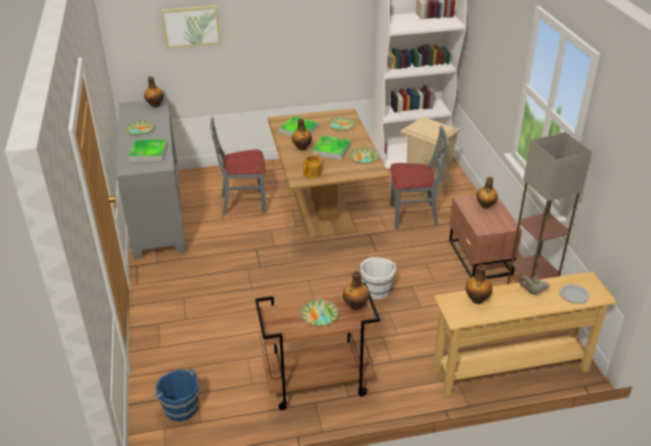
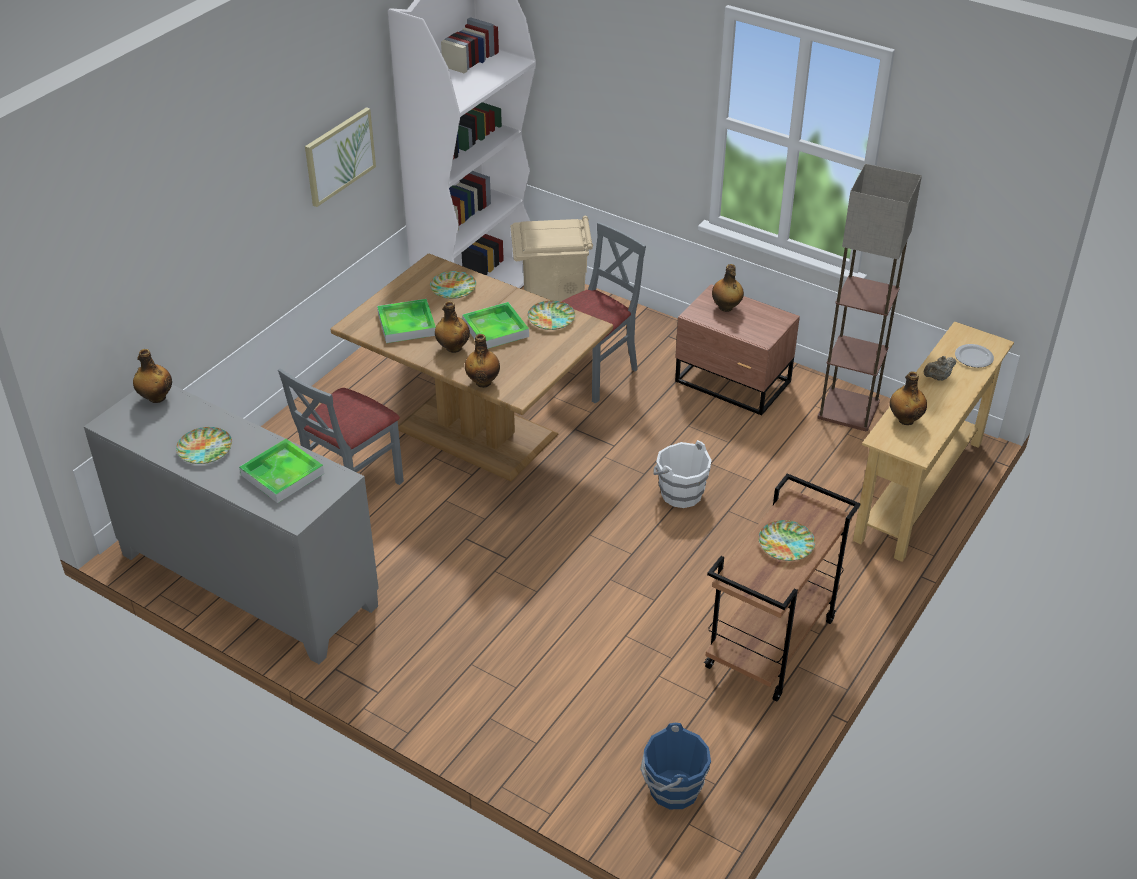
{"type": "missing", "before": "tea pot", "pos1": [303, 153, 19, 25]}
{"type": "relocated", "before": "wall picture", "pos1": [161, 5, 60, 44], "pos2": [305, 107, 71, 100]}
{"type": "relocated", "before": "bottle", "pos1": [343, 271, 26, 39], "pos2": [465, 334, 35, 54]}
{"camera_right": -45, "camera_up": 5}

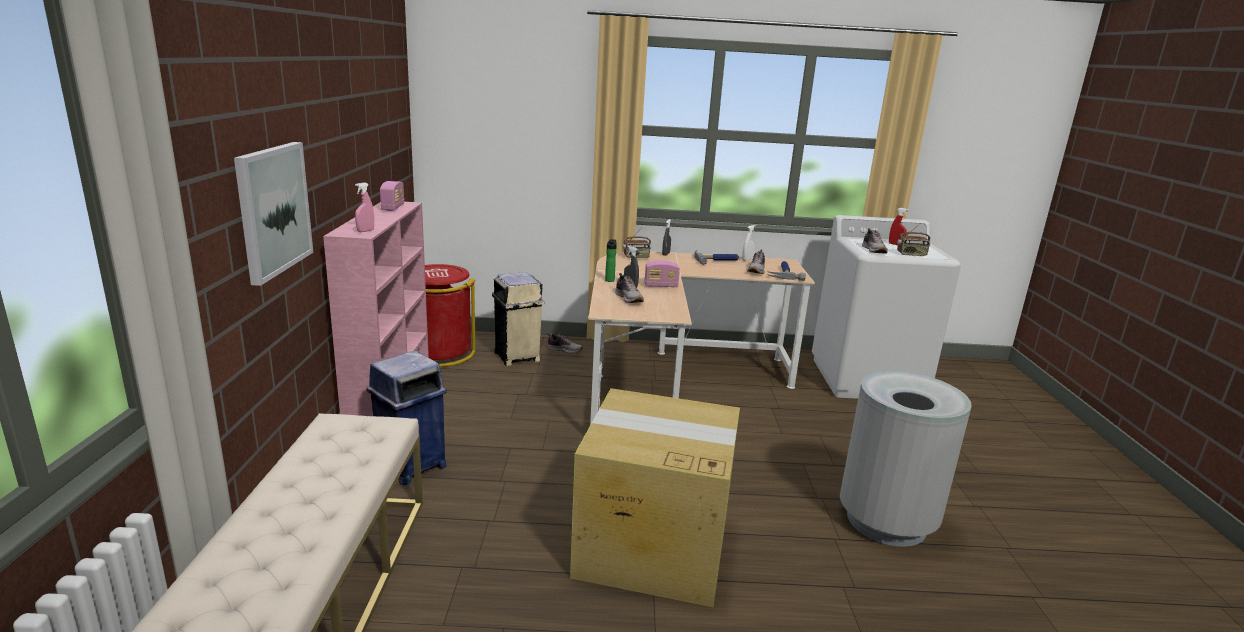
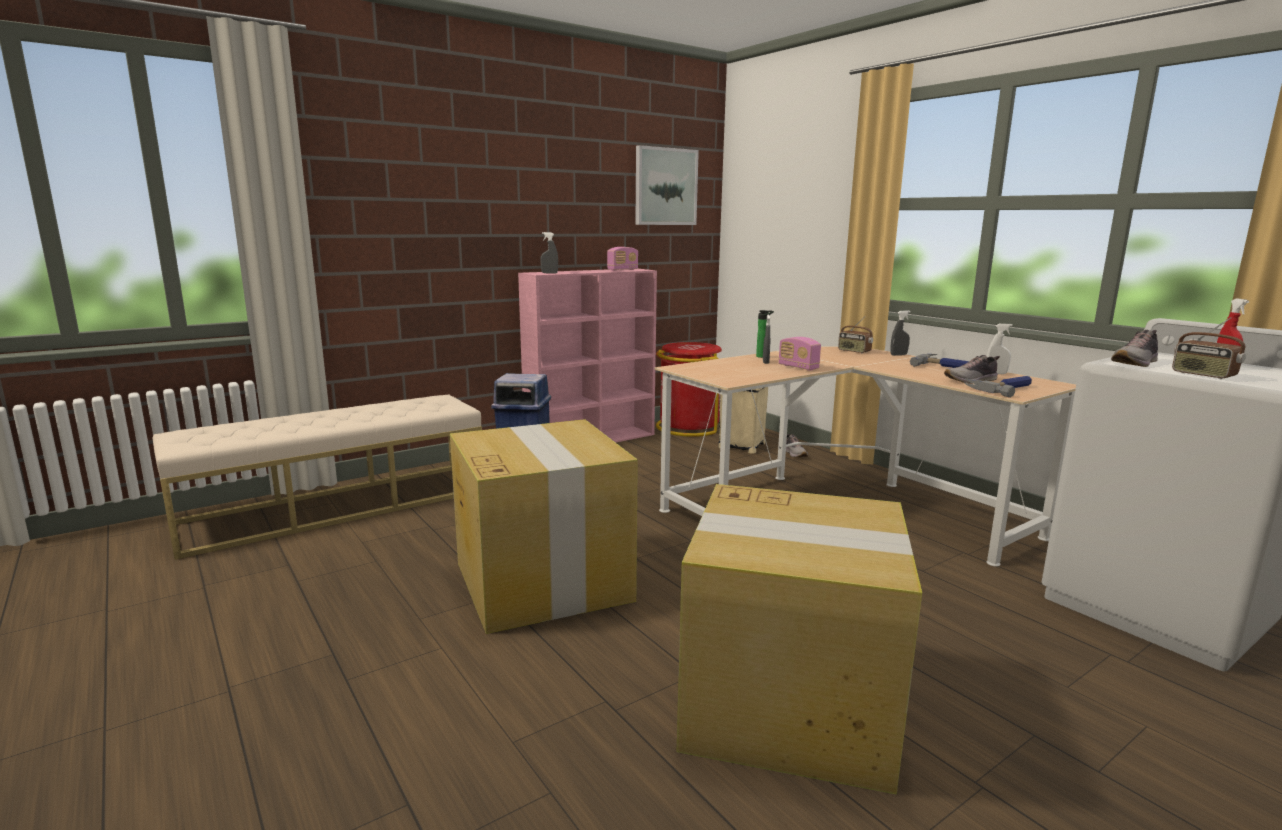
{"type": "missing", "before": "low shoe", "pos1": [615, 273, 29, 30]}
{"type": "relocated", "before": "wall picture", "pos1": [234, 142, 79, 144], "pos2": [635, 145, 64, 80]}
{"type": "exchanged", "before": "waste bin (greyish)", "after": "packing box", "pos1": [840, 371, 132, 176], "pos2": [677, 484, 245, 311]}
{"type": "colour", "before": "spray bottle (pink-coloured)", "after": "spray bottle (greyish)", "pos1": [355, 182, 19, 50], "pos2": [540, 232, 18, 41]}
{"camera_right": 55, "camera_up": -5}

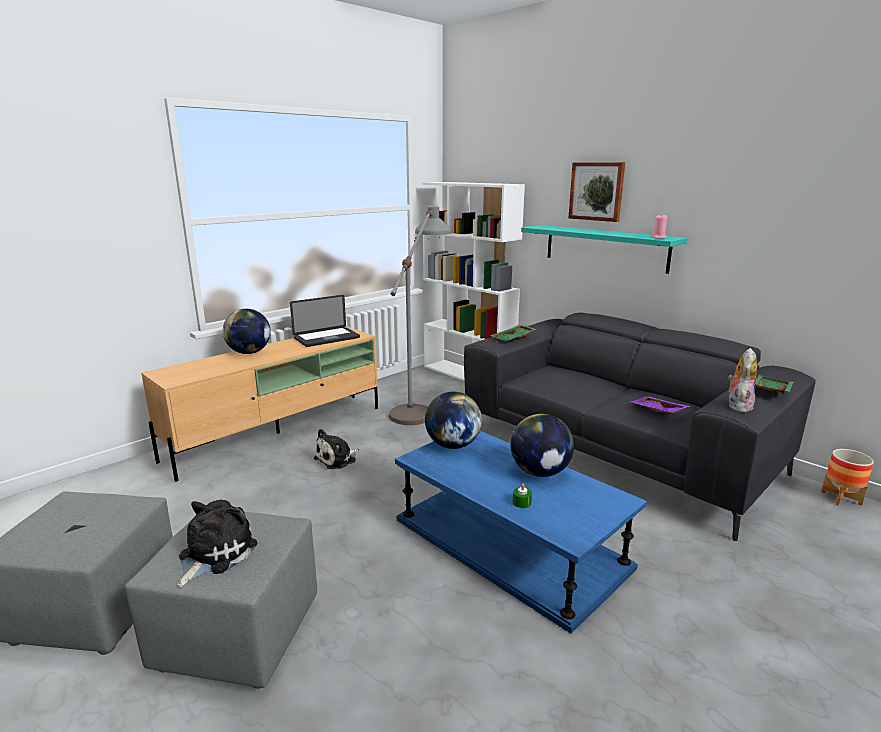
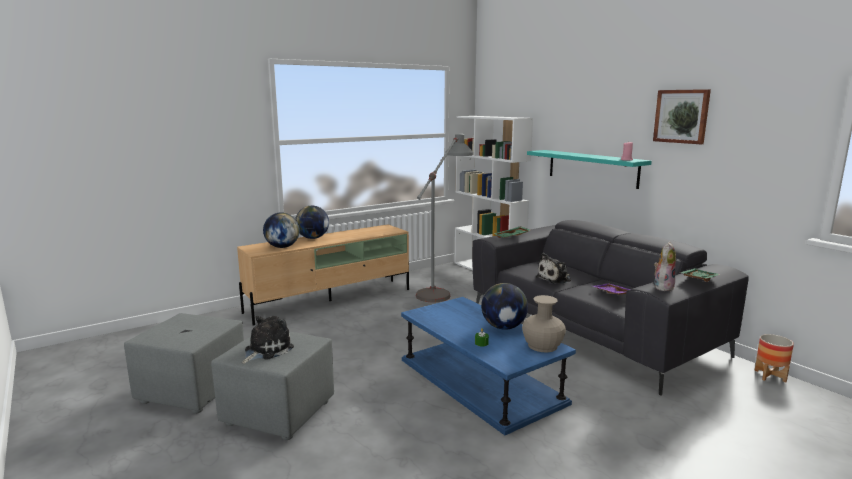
{"type": "missing", "before": "portable computer", "pos1": [290, 295, 70, 52]}
{"type": "appeared", "after": "decorative vase (beige-coloured)", "pos2": [522, 295, 44, 57]}
{"type": "relocated", "before": "cuddly toy", "pos1": [314, 429, 45, 40], "pos2": [536, 253, 35, 31]}
{"type": "relocated", "before": "globe", "pos1": [425, 392, 57, 57], "pos2": [263, 212, 37, 36]}
{"type": "relocated", "before": "wall picture", "pos1": [568, 162, 57, 60], "pos2": [653, 89, 58, 55]}
{"camera_right": 10, "camera_up": -5}

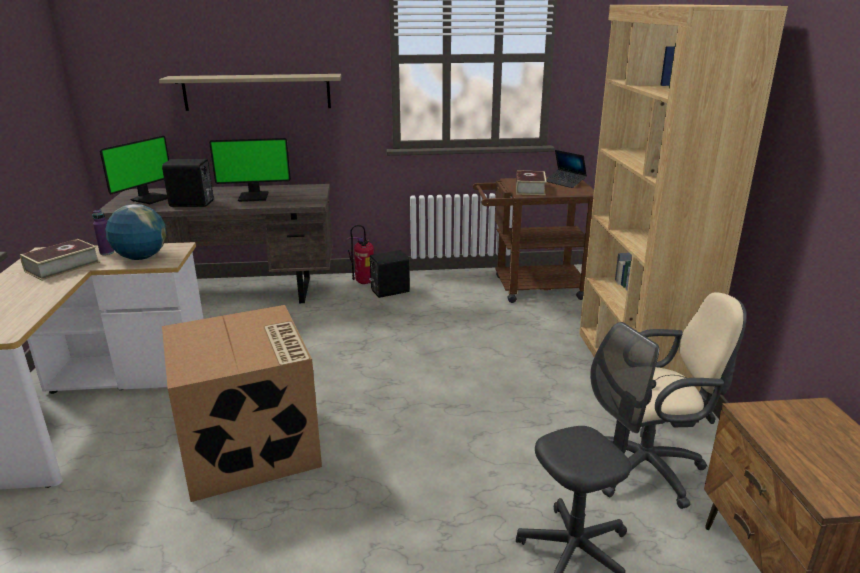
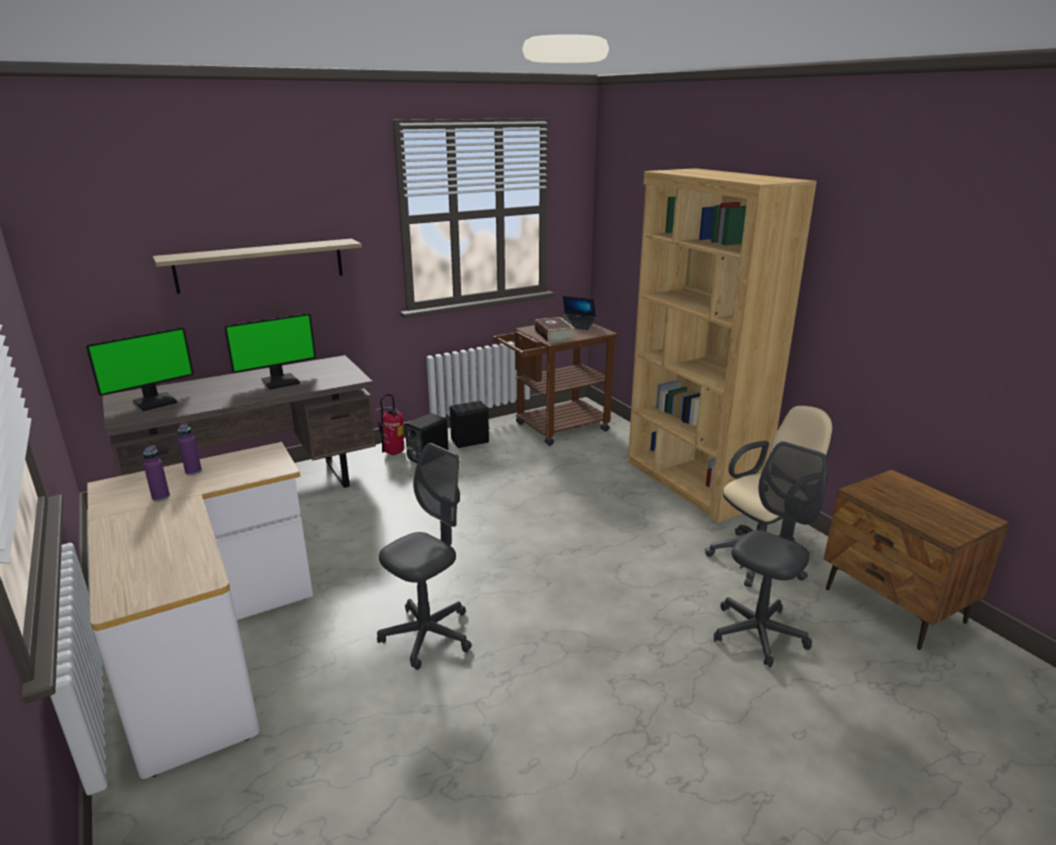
{"type": "missing", "before": "globe", "pos1": [105, 204, 61, 56]}
{"type": "relocated", "before": "loudspeaker (black-coloured)", "pos1": [162, 159, 52, 48], "pos2": [450, 401, 40, 47]}
{"type": "exchanged", "before": "book", "after": "bottle (purple)", "pos1": [20, 239, 80, 42], "pos2": [143, 445, 27, 56]}
{"type": "exchanged", "before": "packing box", "after": "desk chair (greyish)", "pos1": [162, 305, 160, 197], "pos2": [377, 443, 95, 227]}
{"type": "spun", "before": "computer display", "pos1": [100, 135, 69, 69], "pos2": [86, 327, 108, 84], "turn": 45}
{"camera_right": -25, "camera_up": 0}

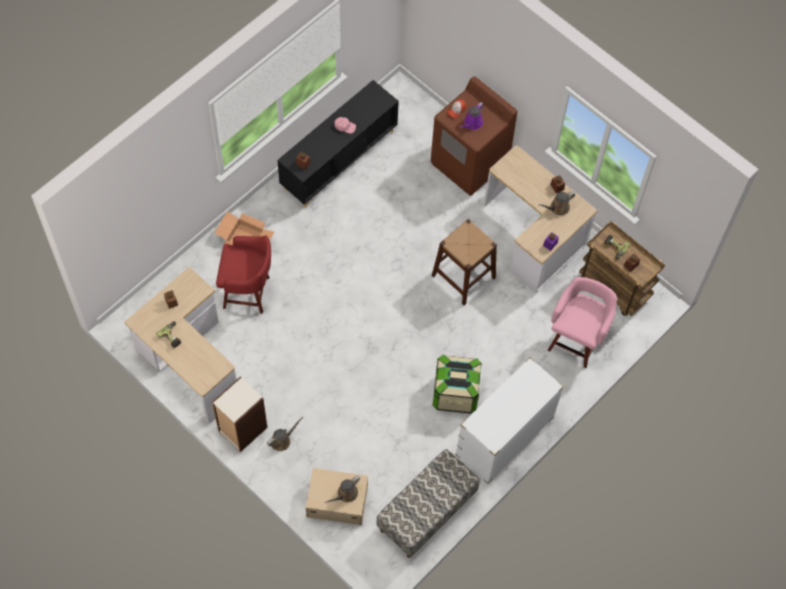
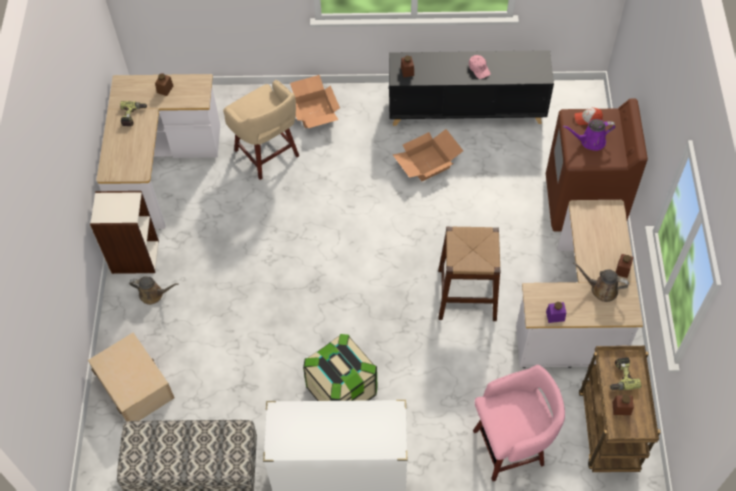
{"type": "missing", "before": "watering pot (brown)", "pos1": [324, 476, 36, 27]}
{"type": "appeared", "after": "packing box", "pos2": [393, 129, 70, 52]}
{"type": "colour", "before": "stool (red-coloured)", "after": "stool (beige-coloured)", "pos1": [216, 235, 55, 79], "pos2": [223, 80, 76, 100]}
{"camera_right": 50, "camera_up": -5}

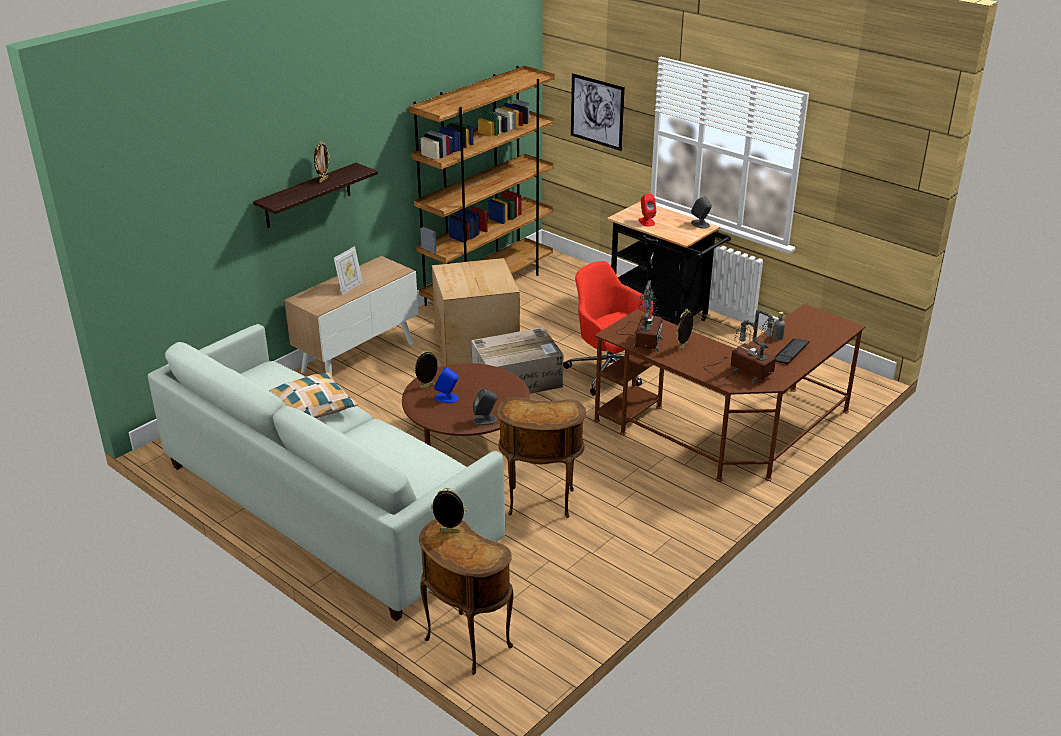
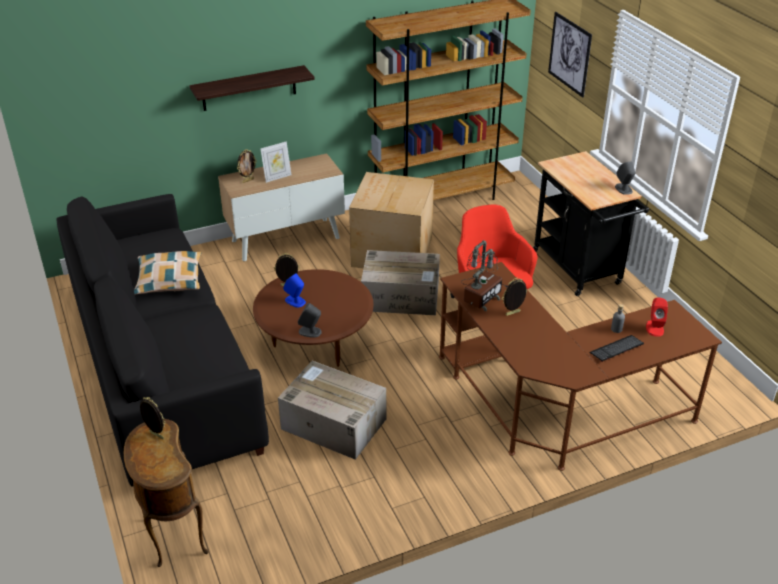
{"type": "missing", "before": "lamp for a table", "pos1": [703, 309, 74, 74]}
{"type": "relocated", "before": "picture frame", "pos1": [314, 141, 16, 42], "pos2": [237, 149, 20, 34]}
{"type": "relocated", "before": "loudspeaker (red-coloured)", "pos1": [639, 193, 17, 33], "pos2": [646, 297, 22, 40]}
{"type": "exchanged", "before": "end table (brown)", "after": "packing box", "pos1": [497, 397, 89, 121], "pos2": [278, 361, 108, 99]}
{"type": "colour", "before": "settee (white)", "after": "settee (black-coloured)", "pos1": [148, 324, 357, 297], "pos2": [57, 194, 212, 293]}
{"camera_right": 25, "camera_up": 5}

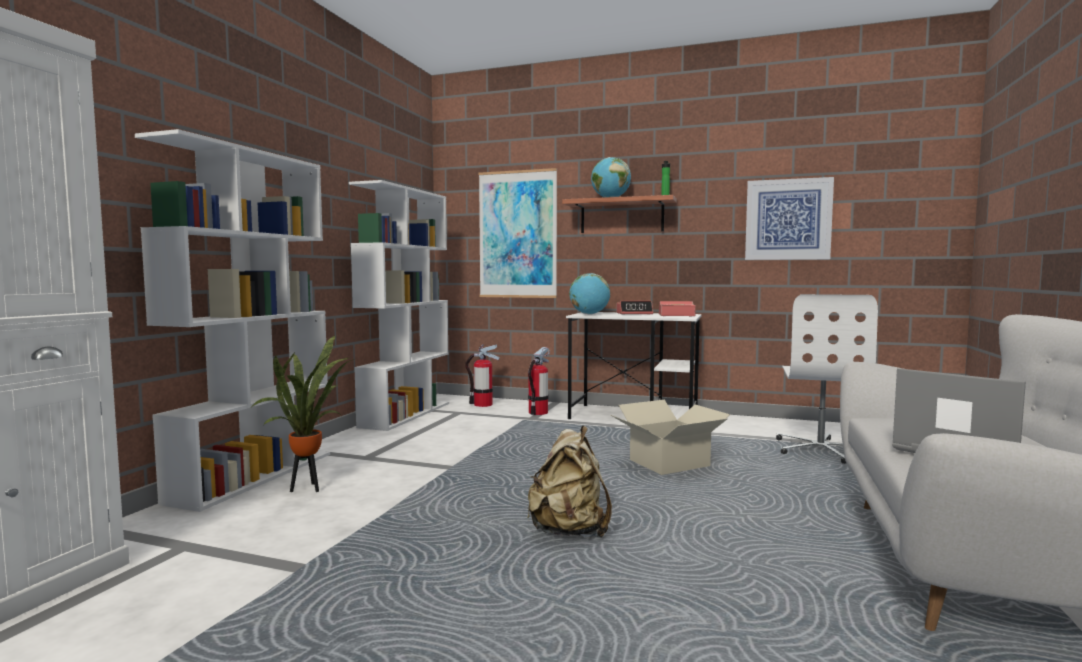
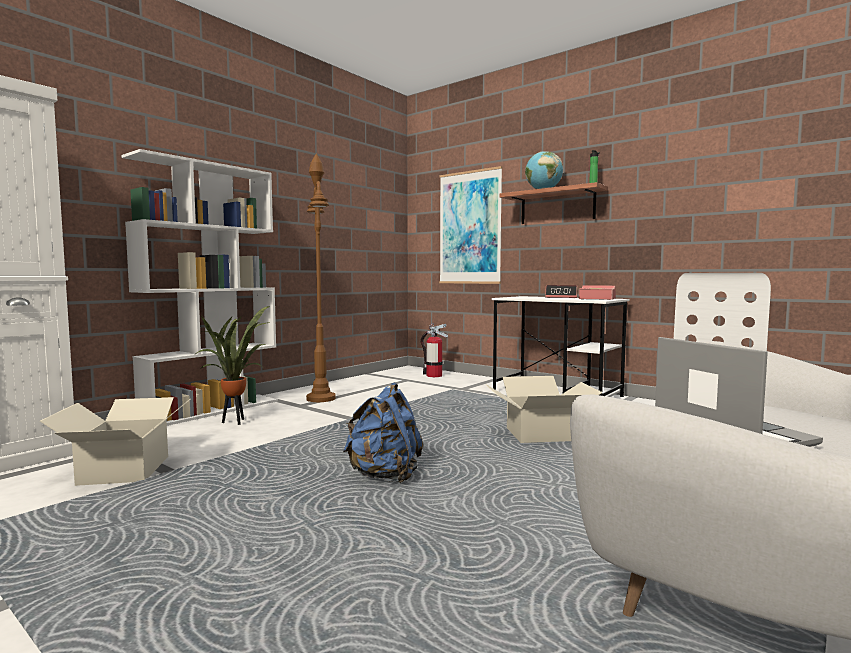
{"type": "missing", "before": "shelving unit (white)", "pos1": [349, 180, 100, 251]}
{"type": "missing", "before": "extinguisher", "pos1": [528, 347, 22, 68]}
{"type": "missing", "before": "globe", "pos1": [569, 273, 41, 42]}
{"type": "missing", "before": "wall picture", "pos1": [745, 177, 89, 83]}
{"type": "appeared", "after": "packing box", "pos2": [40, 397, 150, 89]}
{"type": "appeared", "after": "standing lamp (brown)", "pos2": [306, 154, 30, 248]}
{"type": "colour", "before": "knapsack (beige-coloured)", "after": "knapsack (bluish)", "pos1": [527, 426, 85, 112], "pos2": [343, 383, 80, 100]}
{"camera_right": 20, "camera_up": 0}

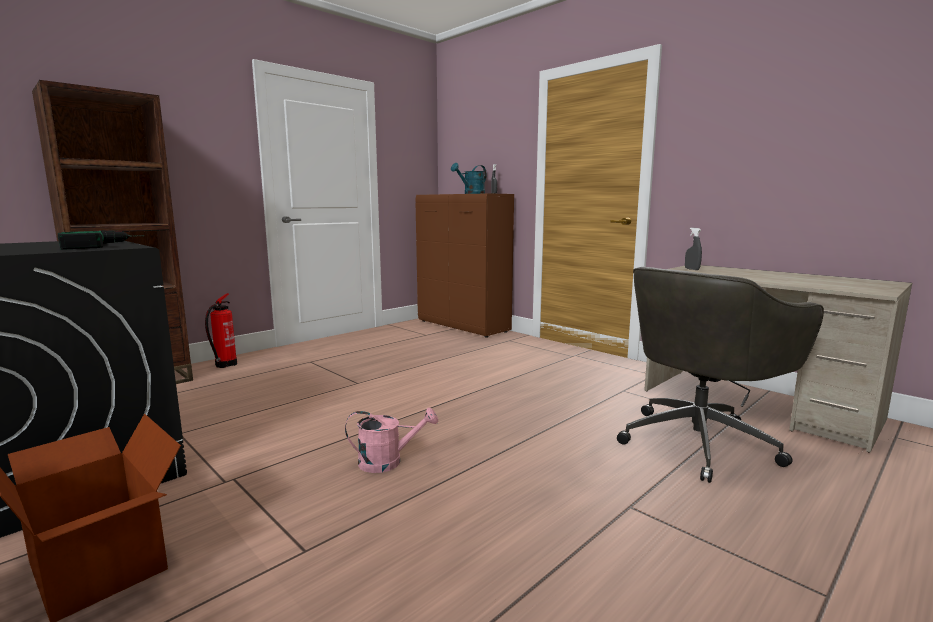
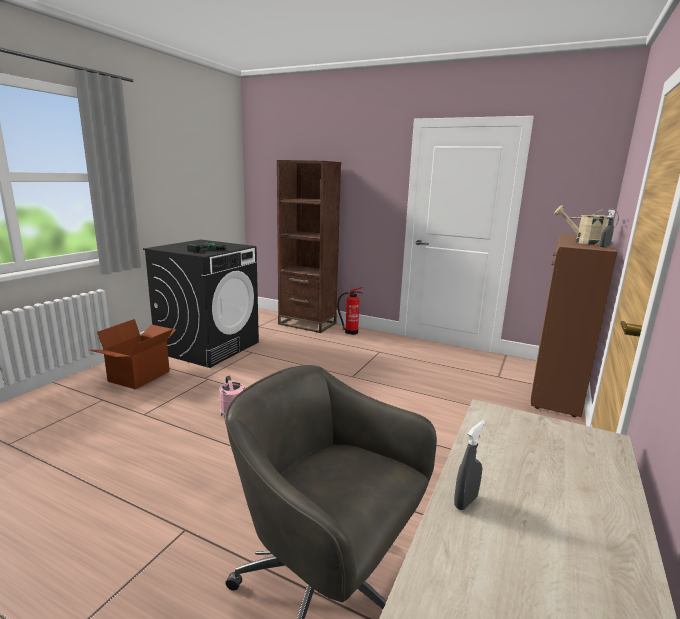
{"type": "relocated", "before": "spray bottle (greyish)", "pos1": [685, 228, 17, 42], "pos2": [454, 421, 31, 89]}
{"type": "colour", "before": "watering pot (turquoise)", "after": "watering pot (beige-coloured)", "pos1": [451, 163, 36, 31], "pos2": [554, 205, 65, 40]}
{"camera_right": 70, "camera_up": 5}

